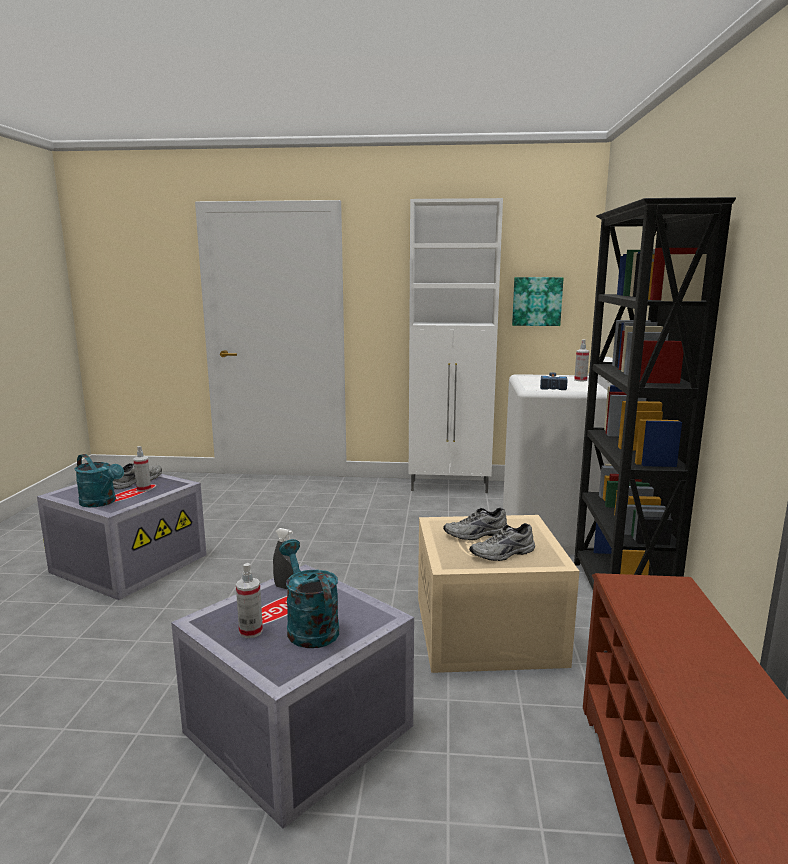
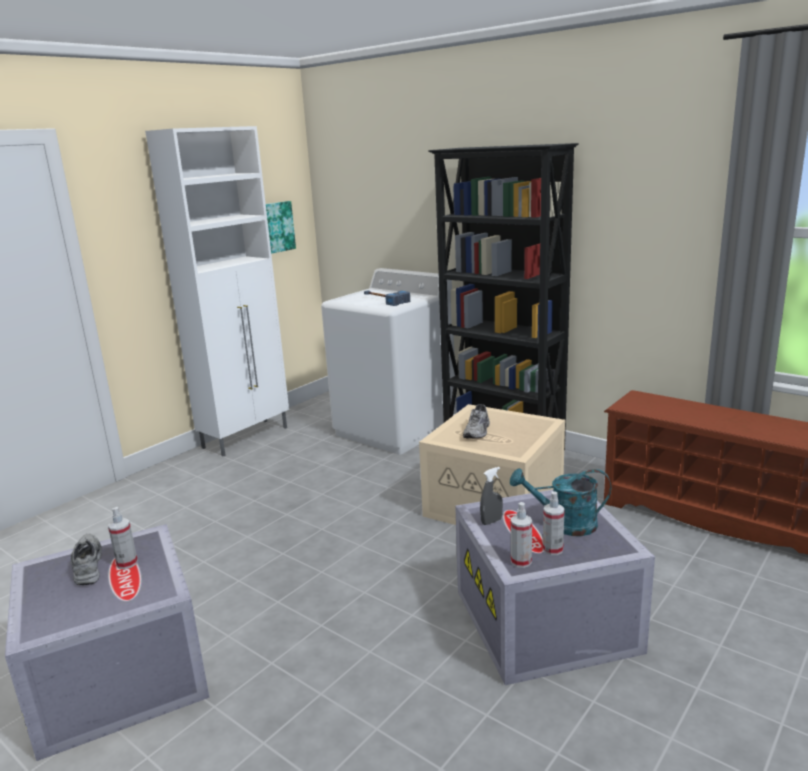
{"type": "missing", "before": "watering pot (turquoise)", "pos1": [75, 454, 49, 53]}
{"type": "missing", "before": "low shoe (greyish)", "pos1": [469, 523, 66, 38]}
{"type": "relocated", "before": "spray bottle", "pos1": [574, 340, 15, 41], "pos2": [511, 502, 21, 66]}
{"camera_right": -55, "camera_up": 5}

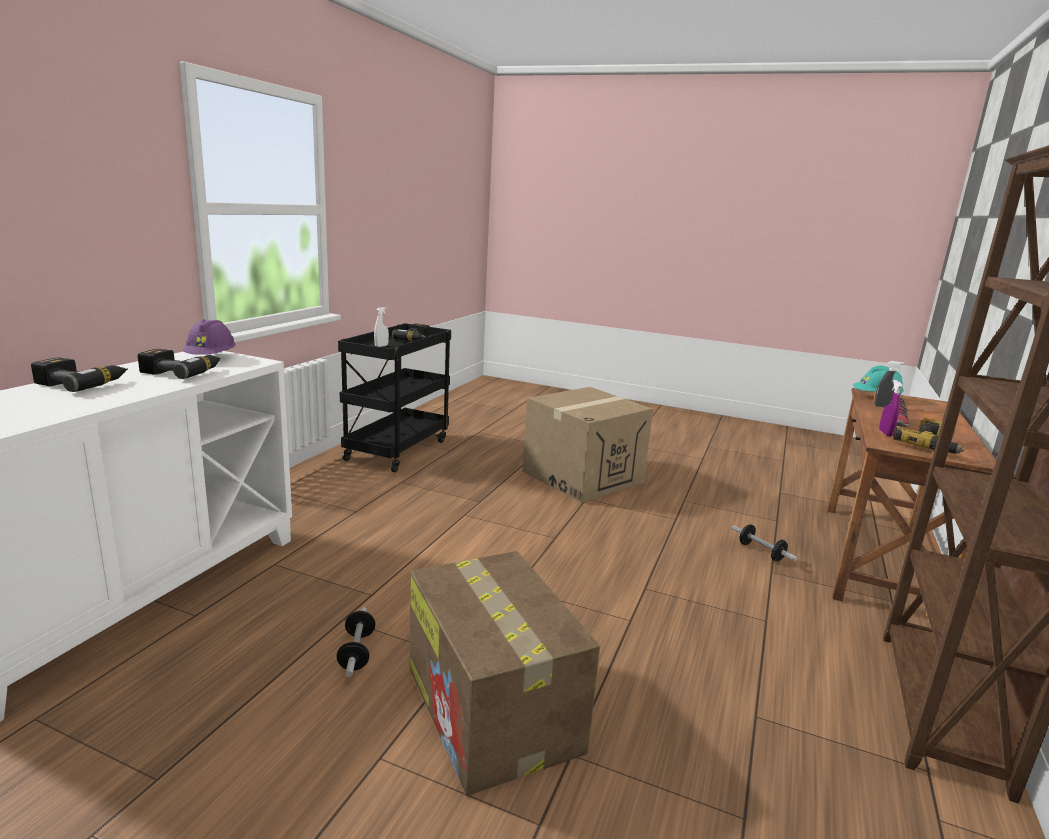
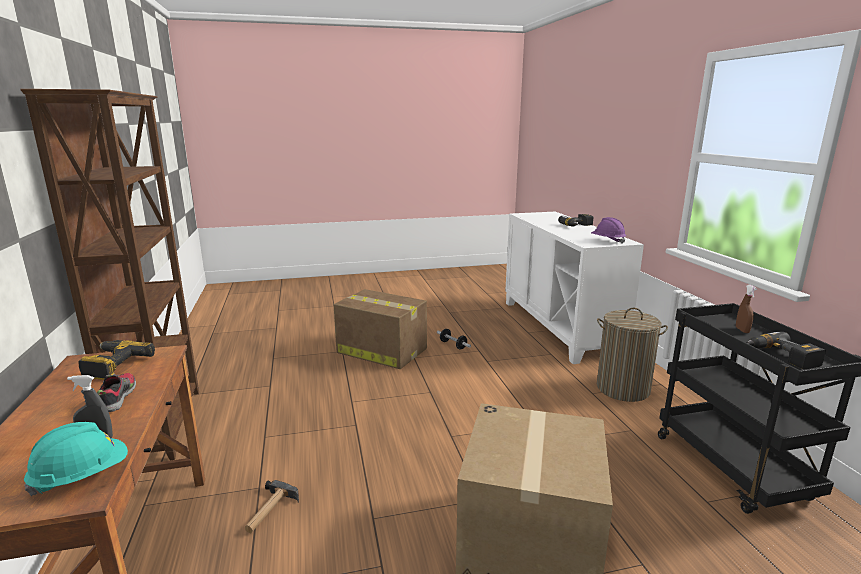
{"type": "missing", "before": "electric drill", "pos1": [138, 349, 83, 30]}
{"type": "missing", "before": "spray bottle (purple)", "pos1": [879, 380, 24, 56]}
{"type": "appeared", "after": "laundry basket", "pos2": [597, 308, 71, 94]}
{"type": "exchanged", "before": "free weight", "after": "hammer", "pos1": [732, 524, 65, 37], "pos2": [245, 480, 54, 53]}
{"type": "colour", "before": "spray bottle (white)", "after": "spray bottle (brown)", "pos1": [374, 307, 15, 40], "pos2": [736, 285, 21, 48]}
{"camera_right": 145, "camera_up": 0}

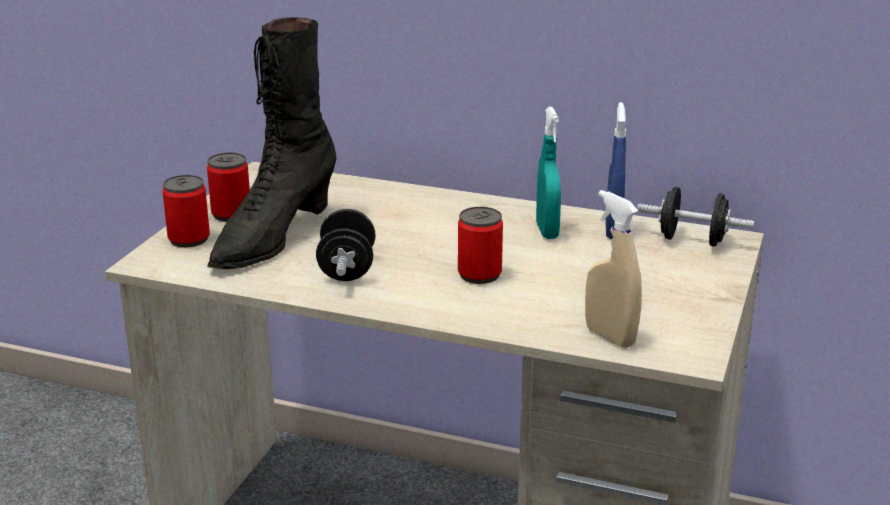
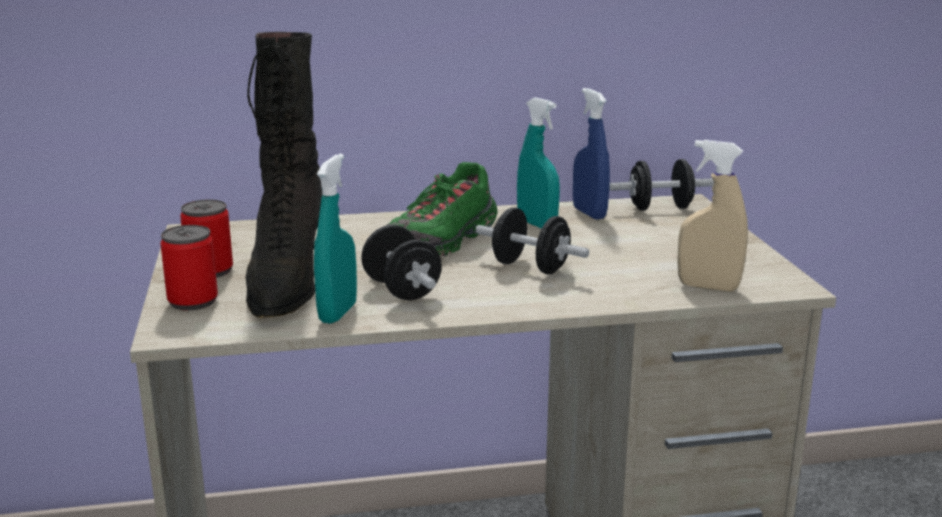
{"type": "appeared", "after": "spray bottle (turquoise)", "pos2": [314, 154, 43, 170]}
{"type": "appeared", "after": "low shoe (green)", "pos2": [387, 162, 111, 94]}
{"type": "exchanged", "before": "sealed can", "after": "free weight (black-coloured)", "pos1": [458, 207, 45, 77], "pos2": [476, 207, 113, 67]}
{"camera_right": -30, "camera_up": -5}

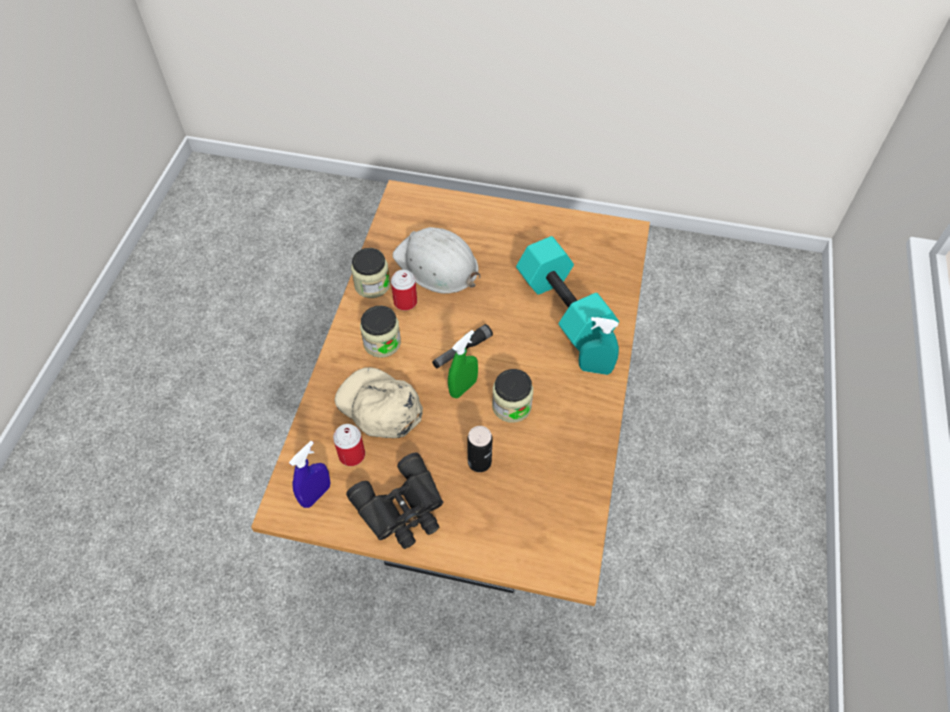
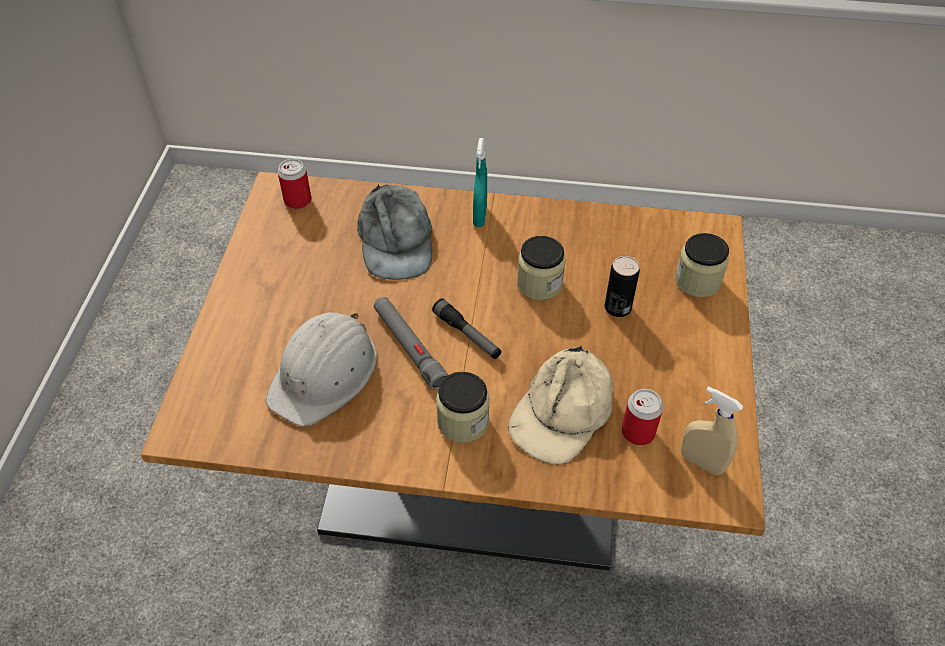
{"type": "missing", "before": "pair of binoculars (black-coloured)", "pos1": [346, 452, 97, 97]}
{"type": "missing", "before": "spray bottle (green)", "pos1": [448, 330, 30, 68]}
{"type": "appeared", "after": "flashlight (greyish)", "pos2": [374, 297, 74, 93]}
{"type": "relocated", "before": "preserve jar", "pos1": [351, 248, 39, 50], "pos2": [675, 233, 54, 64]}
{"type": "relocated", "before": "sealed can", "pos1": [391, 270, 26, 41], "pos2": [278, 159, 34, 50]}
{"type": "exchanged", "before": "free weight (turquoise)", "after": "cap (greyish)", "pos1": [516, 236, 103, 116], "pos2": [357, 184, 75, 96]}
{"type": "colour", "before": "spray bottle (bluish)", "after": "spray bottle (beige-coloured)", "pos1": [289, 441, 42, 67], "pos2": [681, 386, 62, 89]}
{"camera_right": -95, "camera_up": -5}

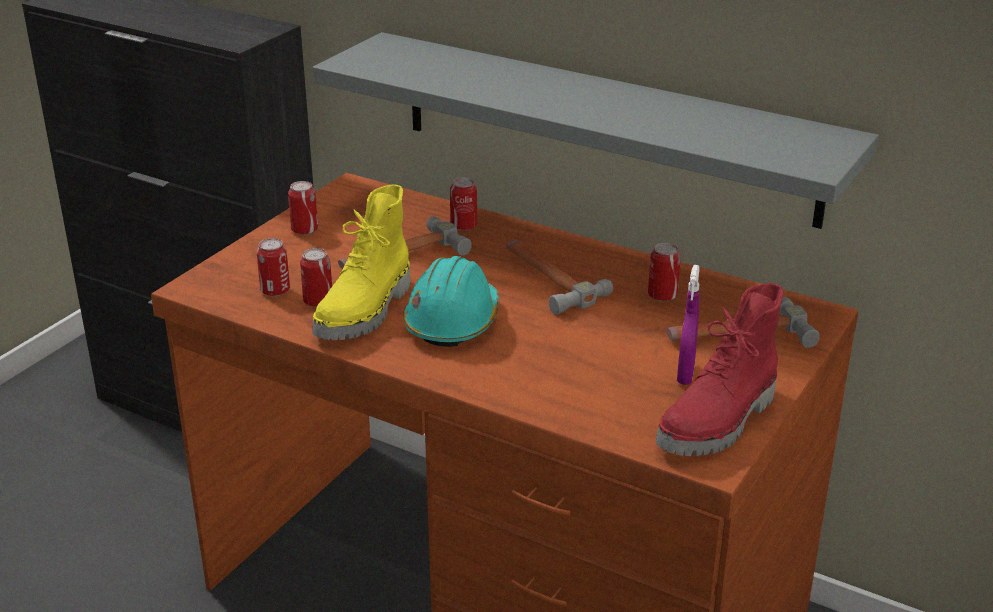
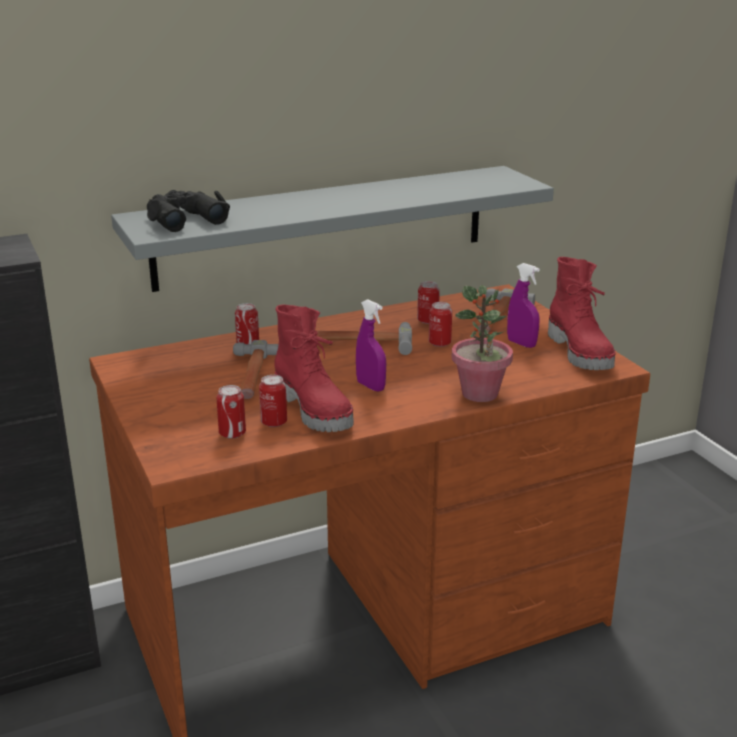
{"type": "appeared", "after": "pair of binoculars (black-coloured)", "pos2": [147, 190, 83, 42]}
{"type": "appeared", "after": "potted plant", "pos2": [452, 285, 61, 117]}
{"type": "relocated", "before": "sealed can", "pos1": [288, 181, 30, 54], "pos2": [429, 302, 23, 45]}
{"type": "exchanged", "before": "hard hat (turquoise)", "after": "spray bottle (purple)", "pos1": [403, 256, 96, 91], "pos2": [356, 299, 30, 93]}
{"type": "colour", "before": "boot (yellow)", "after": "boot (red-coloured)", "pos1": [312, 184, 98, 156], "pos2": [274, 305, 80, 127]}
{"camera_right": -55, "camera_up": -5}

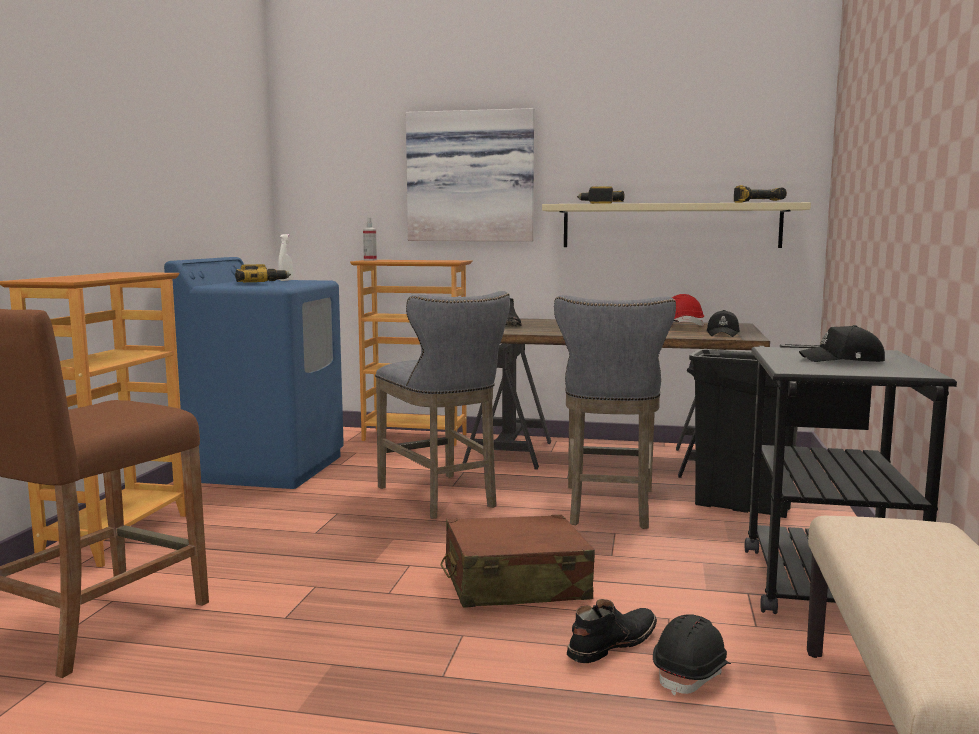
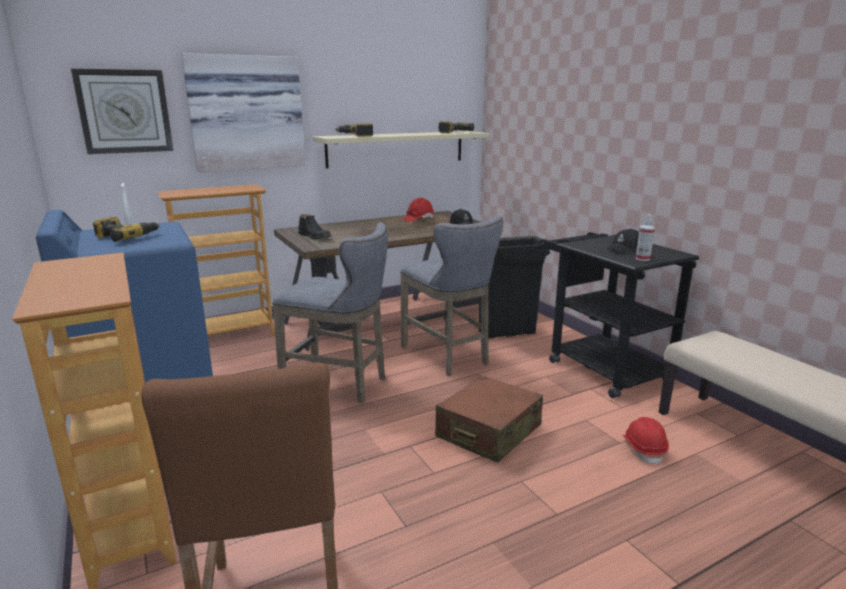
{"type": "missing", "before": "boot (black-coloured)", "pos1": [567, 599, 90, 64]}
{"type": "appeared", "after": "clock on the wall", "pos2": [71, 68, 102, 86]}
{"type": "relocated", "before": "spray bottle", "pos1": [363, 218, 14, 43], "pos2": [636, 214, 19, 47]}
{"type": "colour", "before": "hard hat (black-coloured)", "after": "hard hat (red-coloured)", "pos1": [653, 615, 78, 81], "pos2": [623, 417, 46, 49]}
{"camera_right": -40, "camera_up": 10}

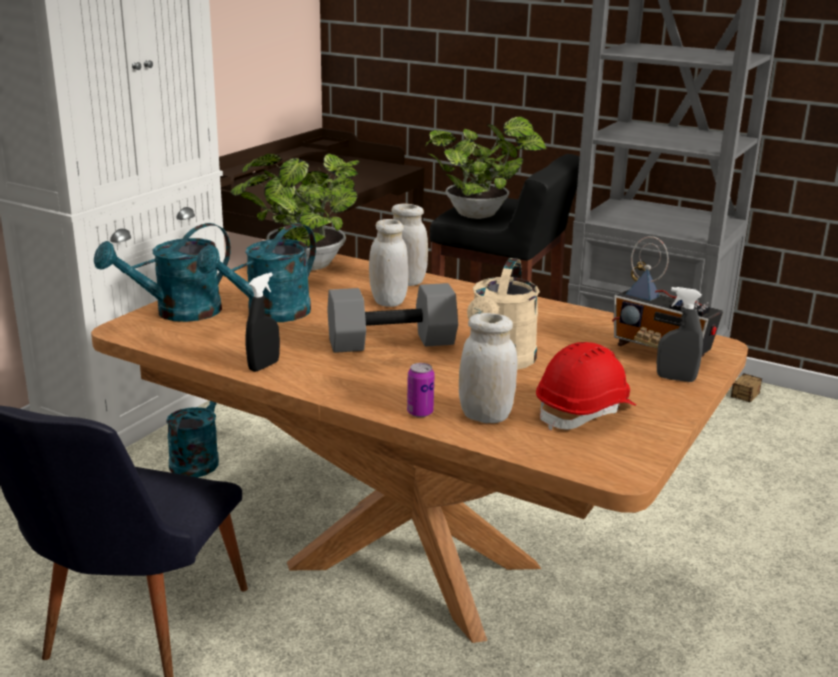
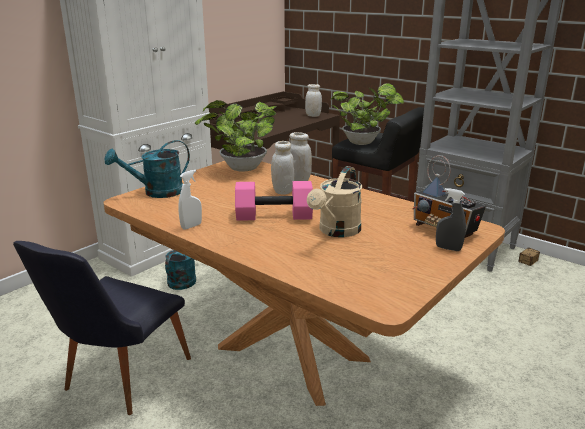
{"type": "missing", "before": "watering pot (turquoise)", "pos1": [196, 223, 120, 99]}
{"type": "missing", "before": "sealed can", "pos1": [407, 363, 28, 54]}
{"type": "missing", "before": "hard hat (red-coloured)", "pos1": [536, 342, 100, 89]}
{"type": "relocated", "before": "preserve jar (white)", "pos1": [459, 313, 58, 110], "pos2": [305, 84, 17, 33]}
{"type": "colour", "before": "spray bottle (black-coloured)", "after": "spray bottle (white)", "pos1": [245, 272, 35, 100], "pos2": [178, 170, 24, 60]}
{"type": "colour", "before": "free weight (greyish)", "after": "free weight (pink-coloured)", "pos1": [327, 283, 131, 70], "pos2": [235, 181, 78, 40]}
{"camera_right": 10, "camera_up": 0}

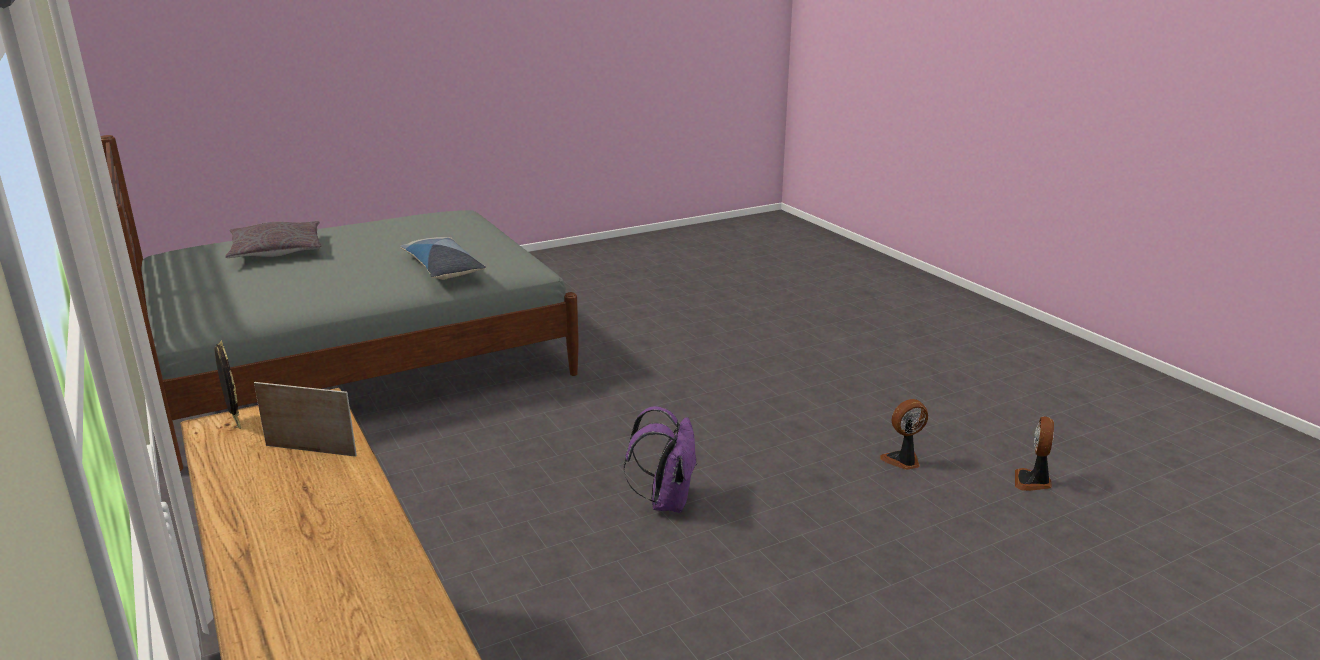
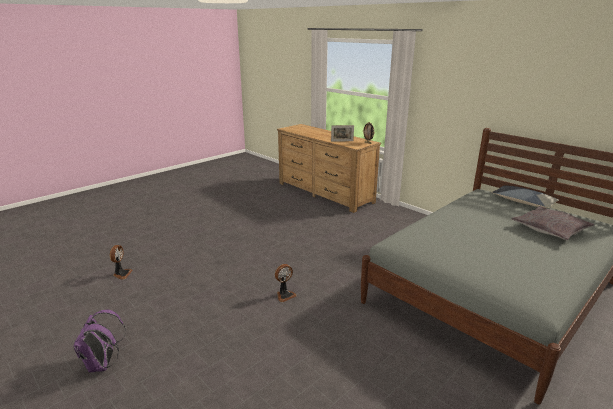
{"type": "relocated", "before": "cushion", "pos1": [400, 237, 86, 43], "pos2": [492, 185, 67, 23]}
{"type": "relocated", "before": "knapsack (purple)", "pos1": [624, 406, 73, 107], "pos2": [74, 309, 52, 63]}
{"type": "relocated", "before": "cooling fan", "pos1": [880, 399, 48, 71], "pos2": [275, 264, 21, 38]}
{"camera_right": 165, "camera_up": 0}

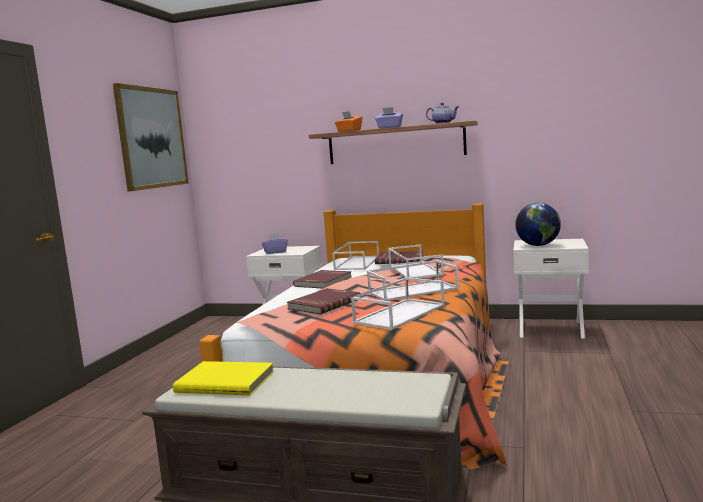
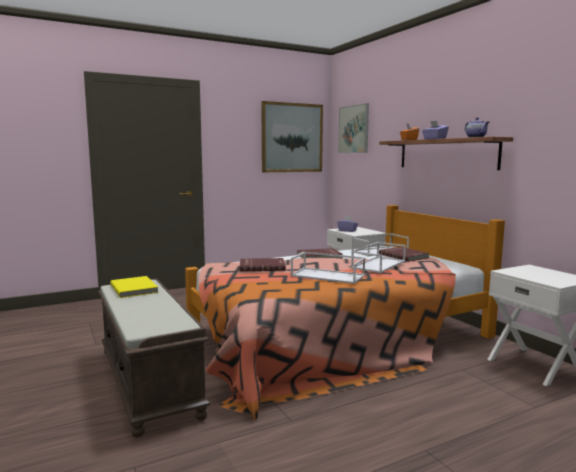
{"type": "missing", "before": "tray (white)", "pos1": [351, 277, 94, 53]}
{"type": "missing", "before": "globe", "pos1": [515, 203, 46, 43]}
{"type": "appeared", "after": "wall picture", "pos2": [338, 103, 31, 50]}
{"camera_right": 45, "camera_up": 0}

